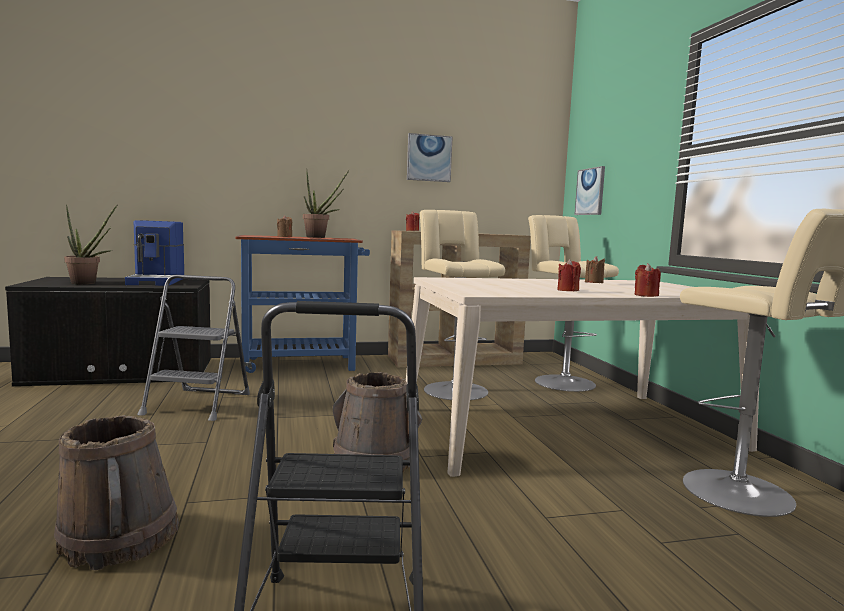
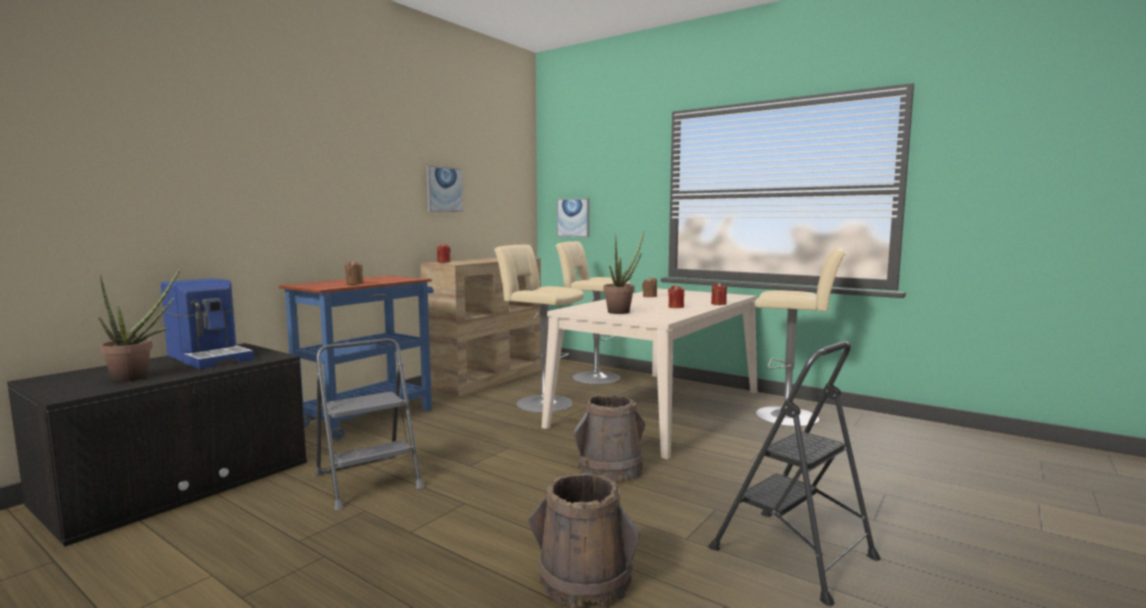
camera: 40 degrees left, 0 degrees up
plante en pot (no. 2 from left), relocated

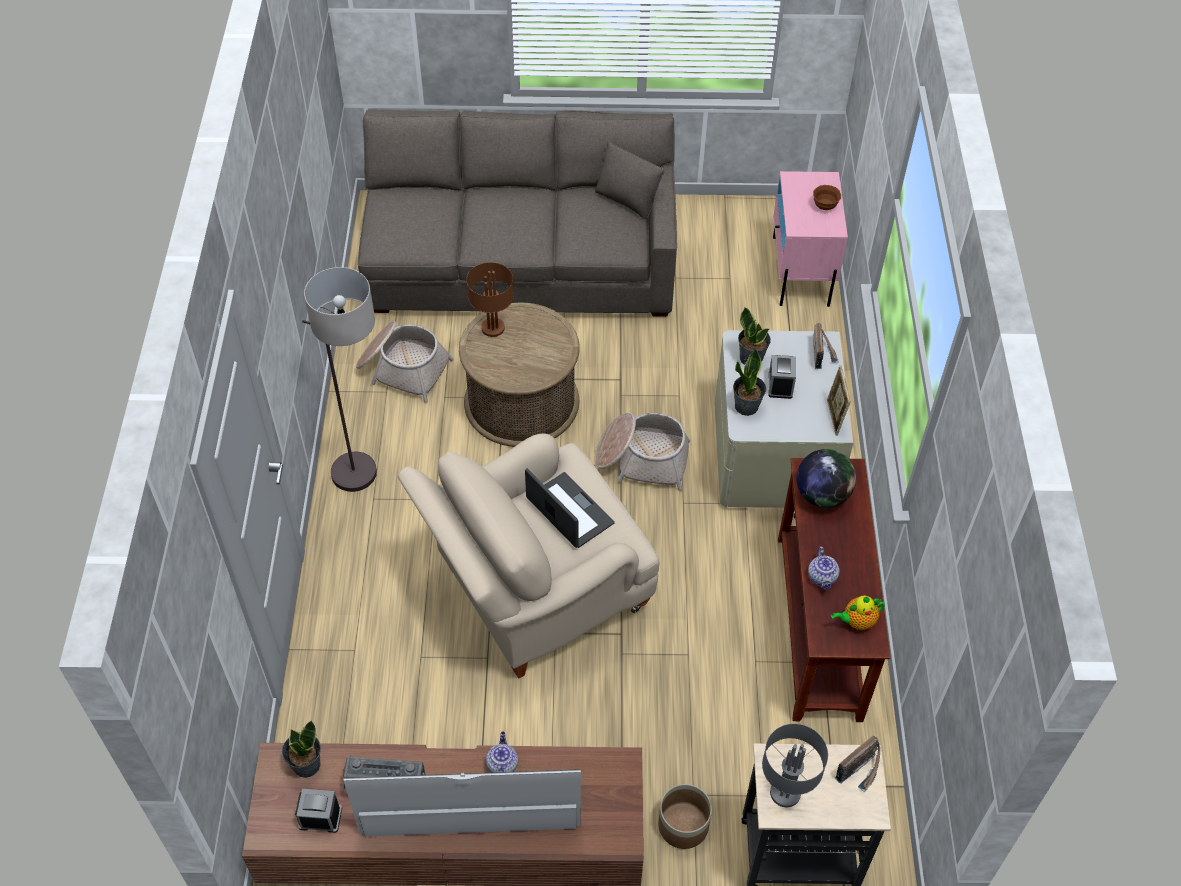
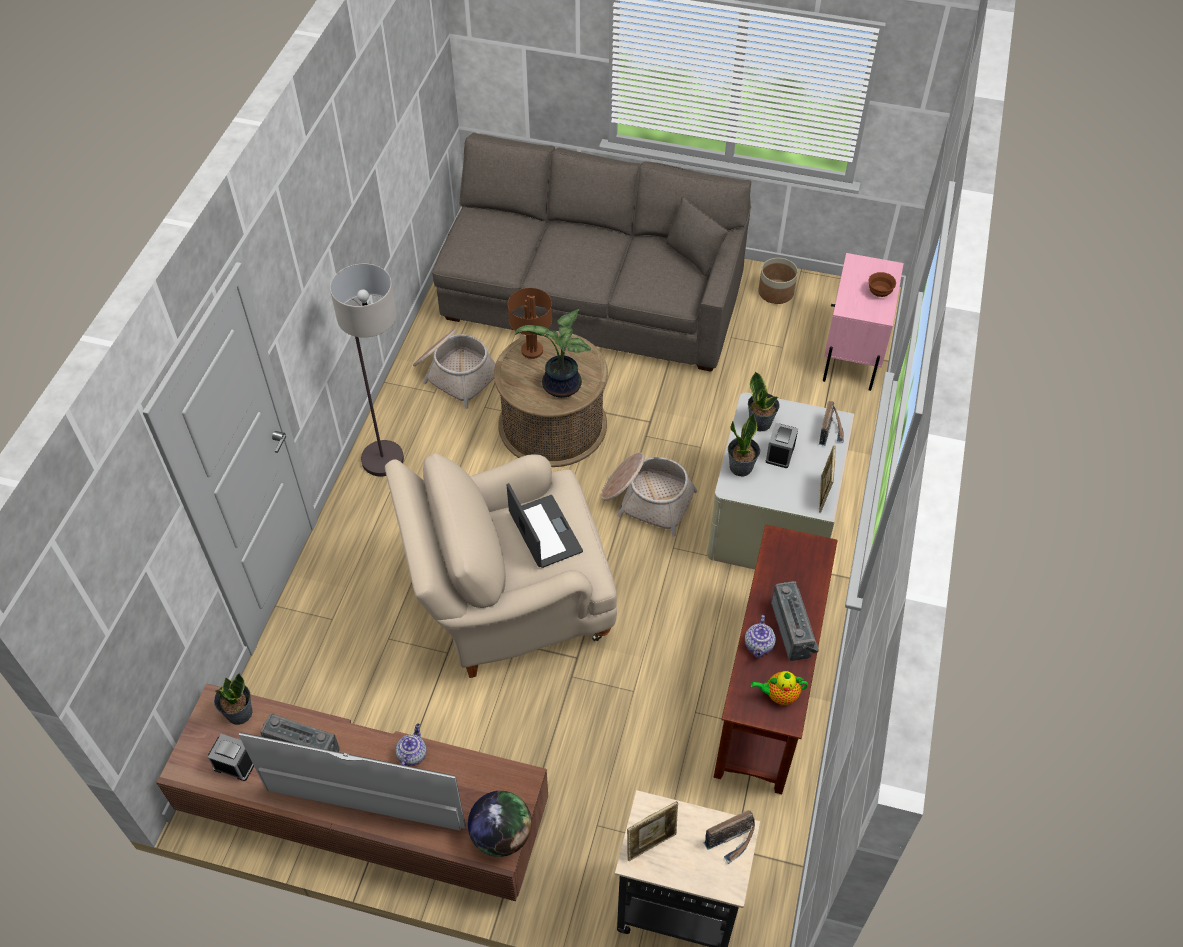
camera: 15 degrees right, 0 degrees up
globe, relocated
lampe de table/gris → cadre photo (no. 1 from left)
cache-pot, relocated
- → plante en pot (no. 2 from left)
- → radio (no. 3 from left)

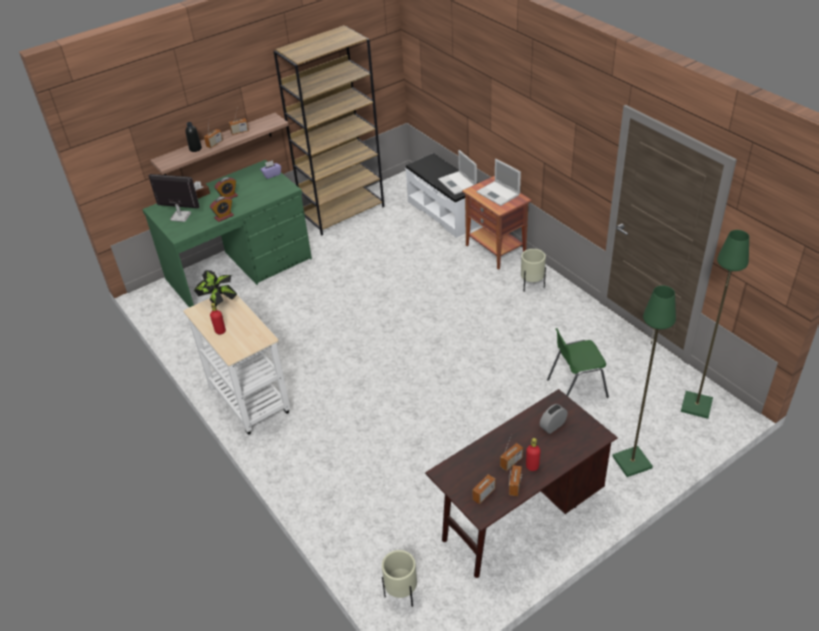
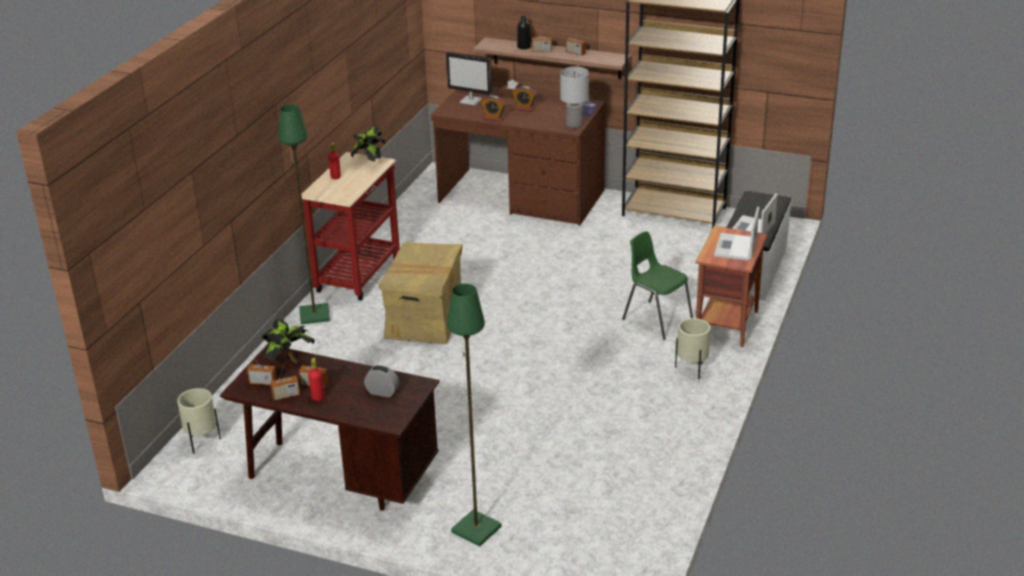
camera: 55 degrees right, 10 degrees down
bureau/vert → bureau/marron (no. 2 from left)
écran d'ordinateur, 135 degrees clockwise
lampadaire/vert (no. 2 from left in the first image) → lampadaire/vert (no. 1 from left), relocated
chariot/blanc → chariot/rouge
chaise/vert, relocated
- → lampe de table/gris
- → carton
- → plante en pot (no. 1 from left)

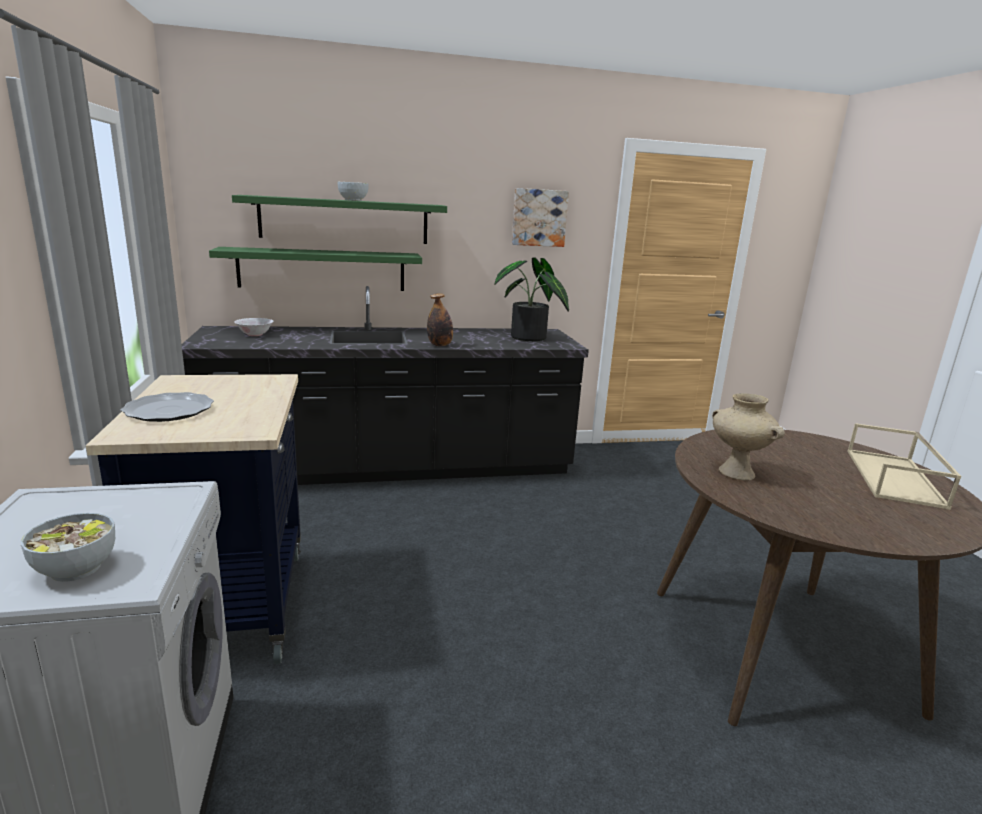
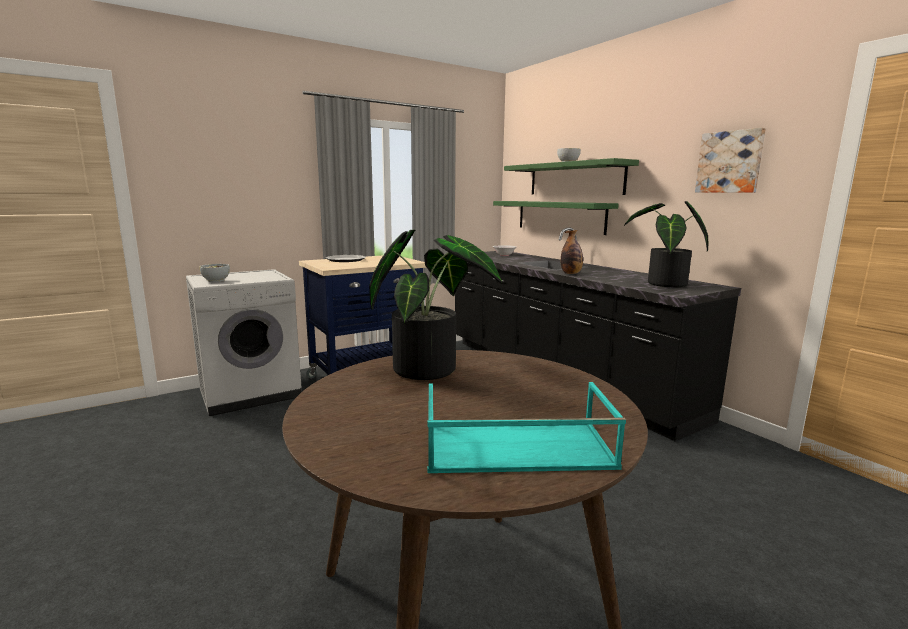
camera: 70 degrees right, 5 degrees down
vase/beige → plante en pot (no. 1 from left)
plateau/beige → plateau/turquoise

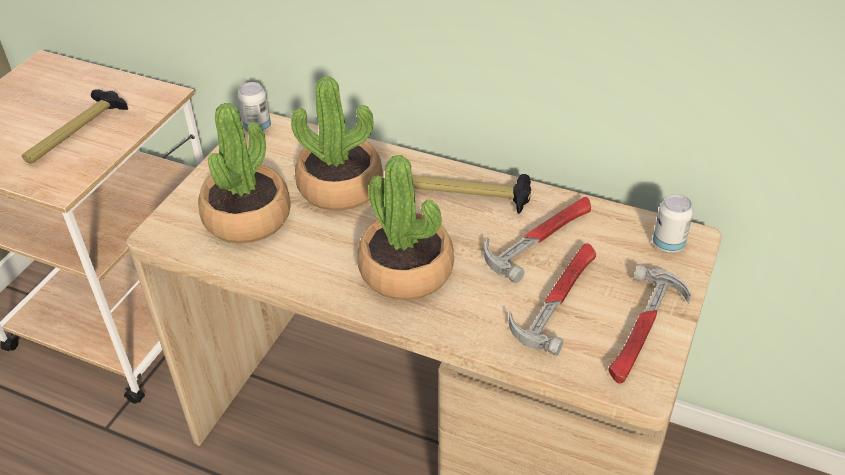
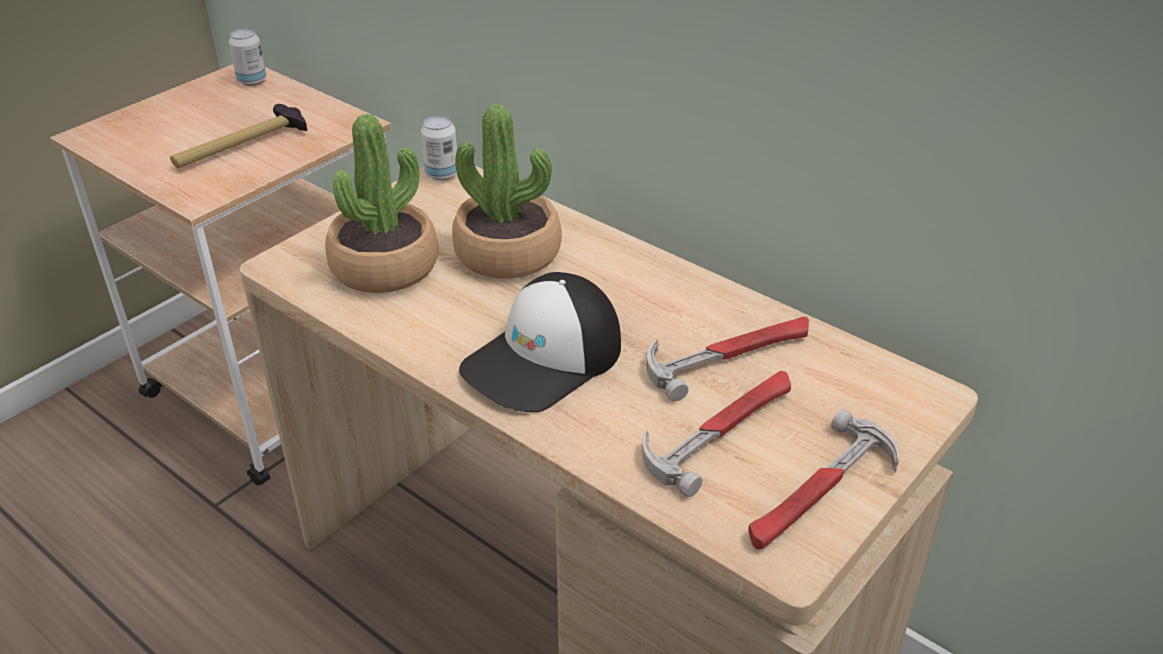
camera: 15 degrees right, 5 degrees down
plante en pot (no. 3 from left) → casquette
marteau (no. 2 from left) → -
boîte métallique (no. 2 from left in the first image) → boîte métallique (no. 1 from left), relocated

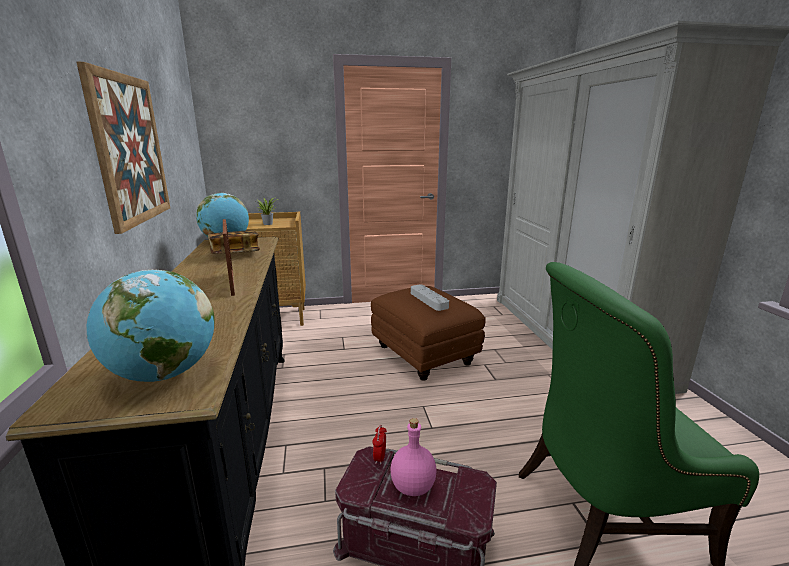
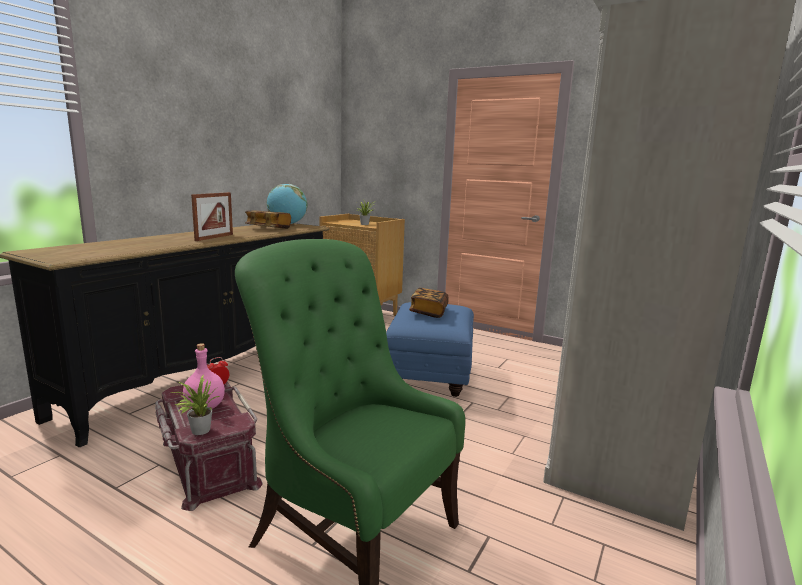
camera: 40 degrees right, 5 degrees down
tableau → -
globe (no. 1 from left) → -
plateau/gris → livre (no. 2 from left)
pouf/marron → pouf/bleu
- → plante en pot (no. 1 from left)

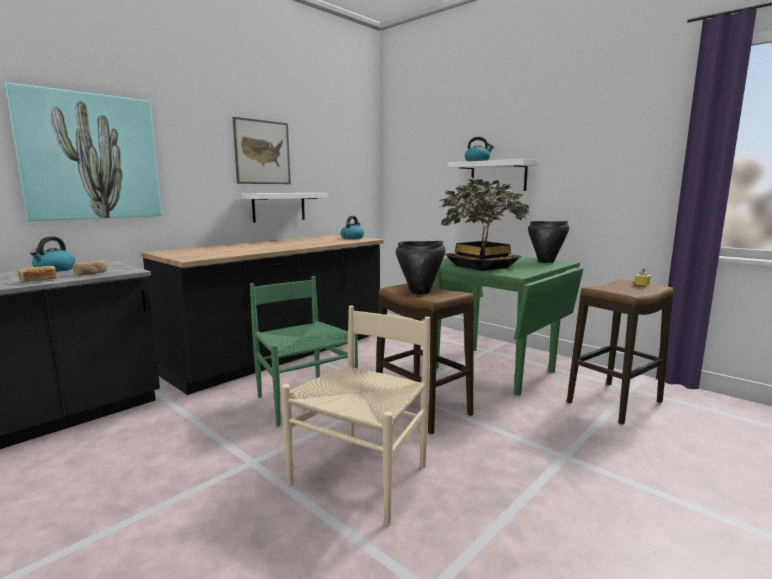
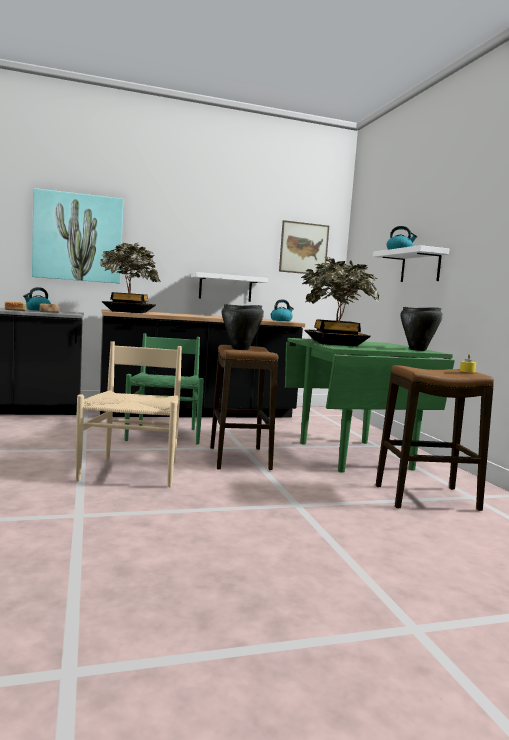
camera: 30 degrees right, 5 degrees down
tableau (no. 2 from left), relocated
chaise/beige, 60 degrees counterclockwise
- → plante en pot (no. 1 from left)

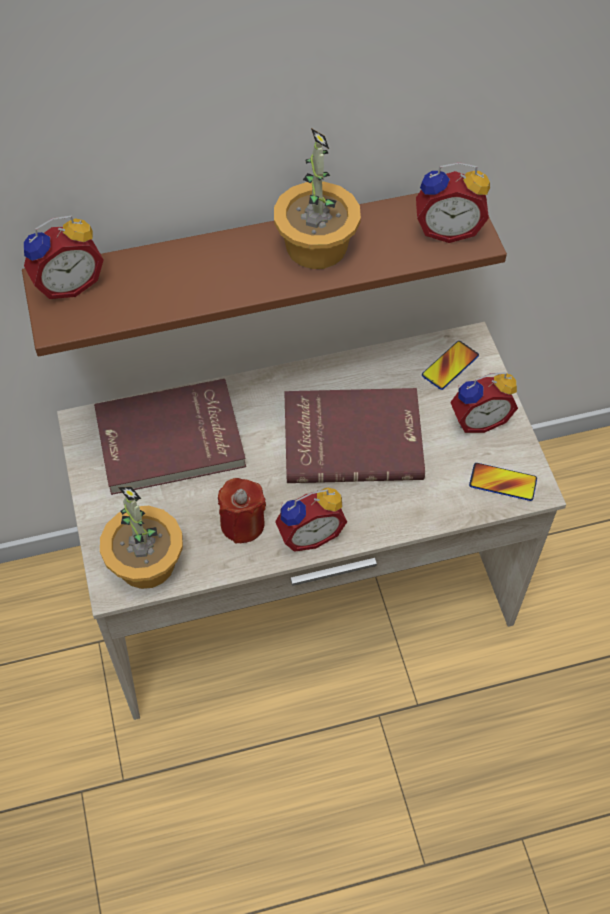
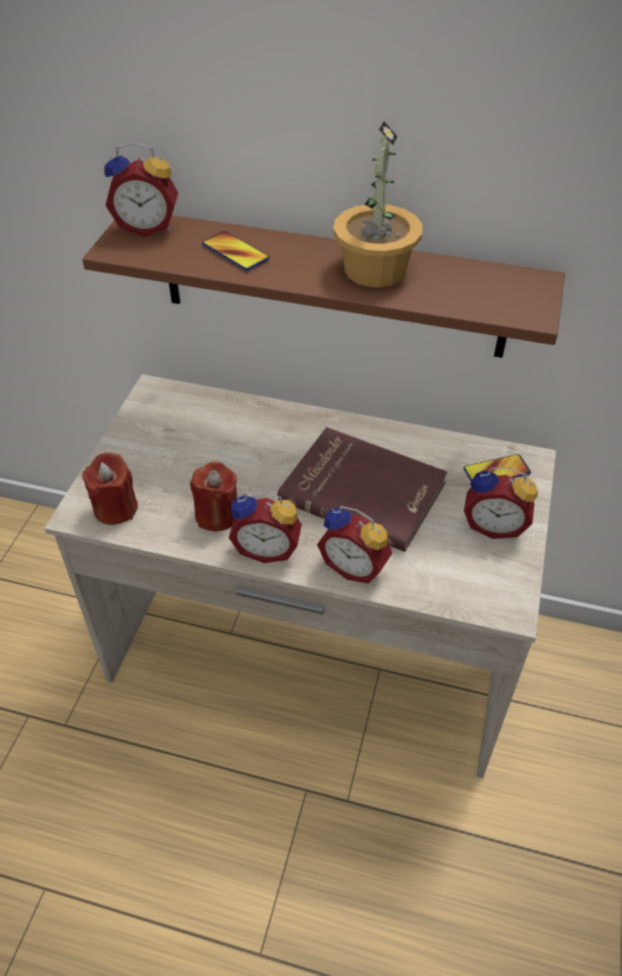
camera: 30 degrees right, 10 degrees down
réveil (no. 3 from left), relocated
livre/rouge (no. 1 from left) → -
téléphone (no. 2 from left in the first image) → téléphone (no. 1 from left), relocated
plante en pot (no. 1 from left) → bougie/rouge (no. 1 from left)

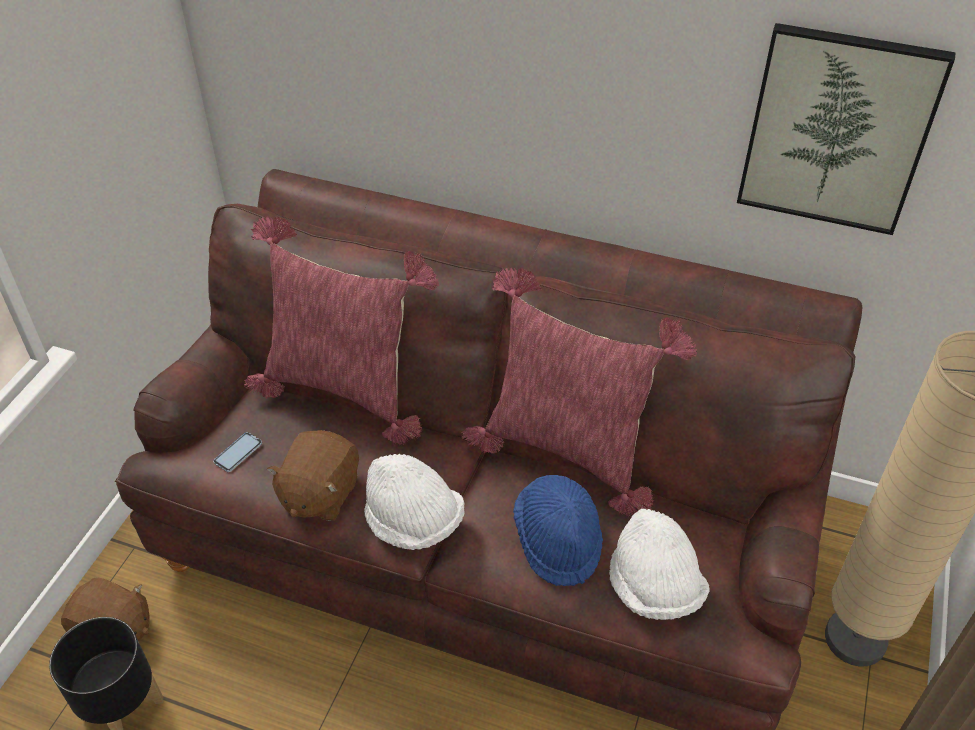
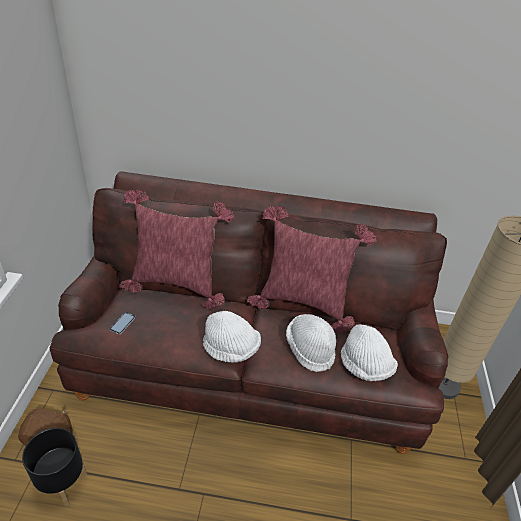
camera: 15 degrees left, 5 degrees down
tableau → -
peluche/marron (no. 2 from left) → -
chapeau/bleu → chapeau/blanc (no. 2 from left)

